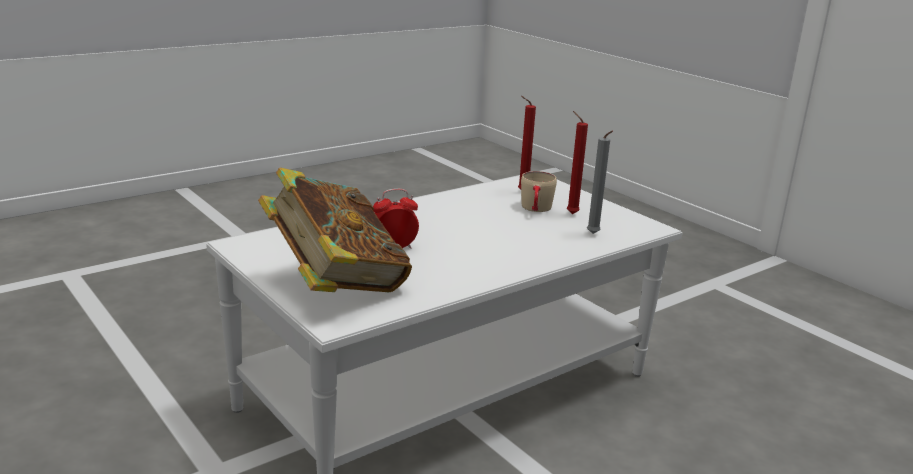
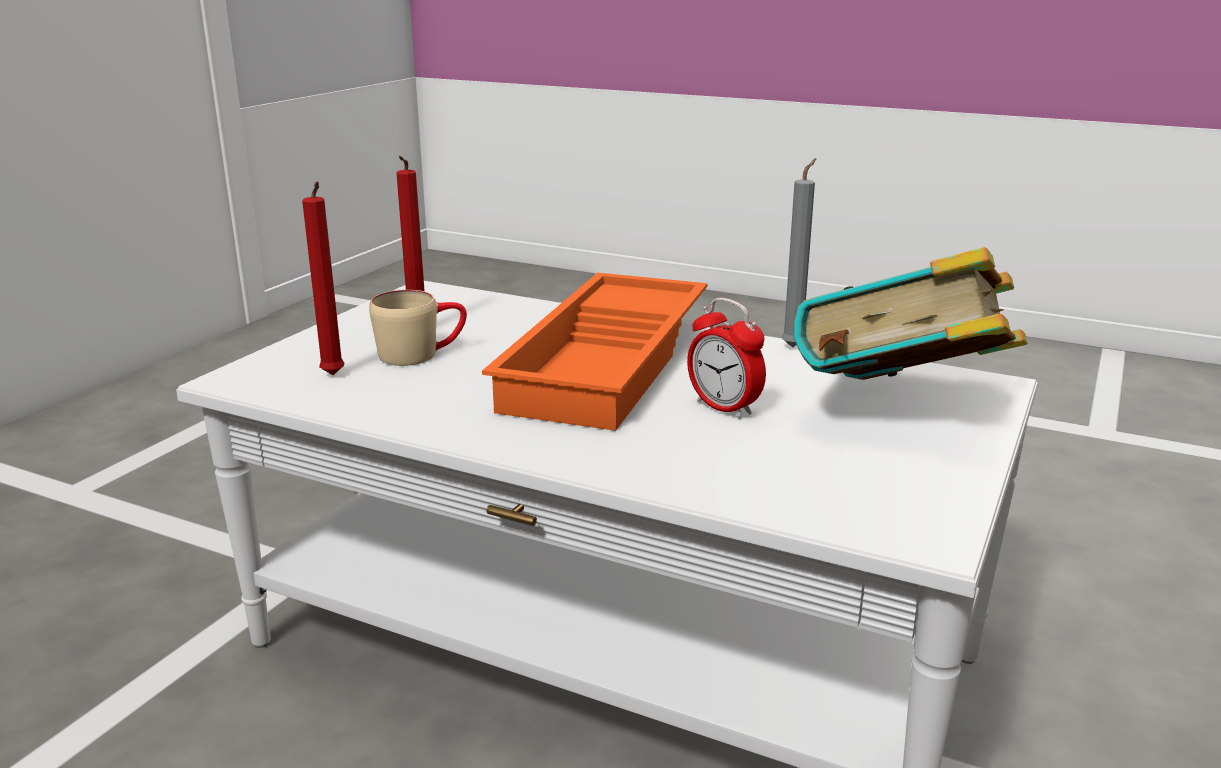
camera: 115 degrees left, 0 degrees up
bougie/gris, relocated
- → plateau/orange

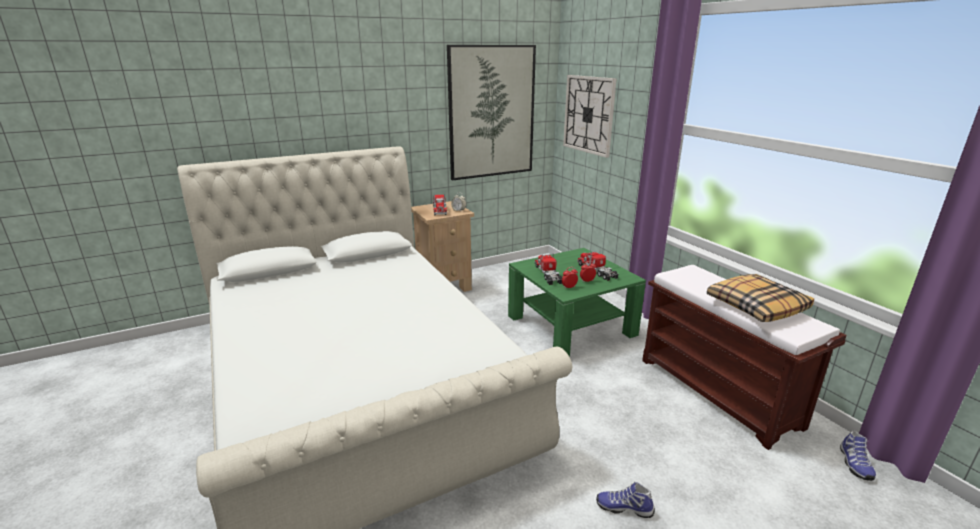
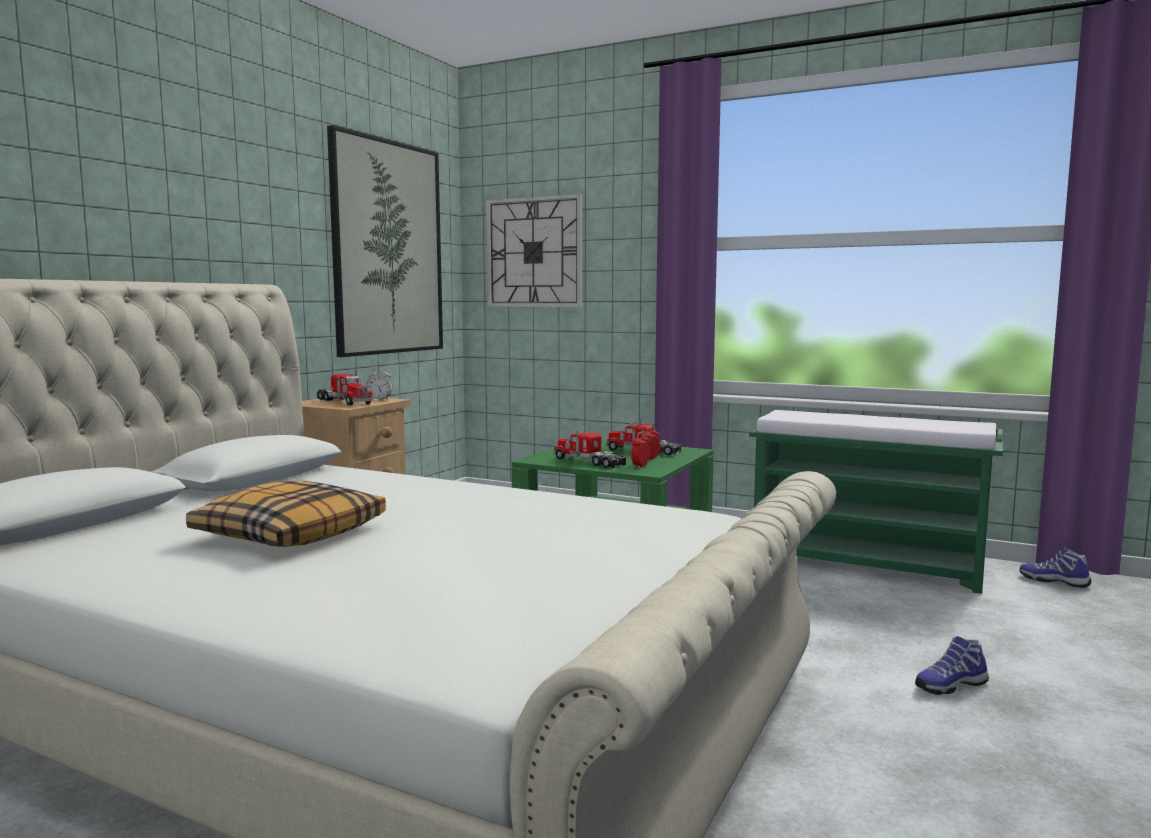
camera: 35 degrees left, 15 degrees down
banc/marron → banc/vert
coussin, relocated
chaussure (no. 2 from left), 150 degrees clockwise

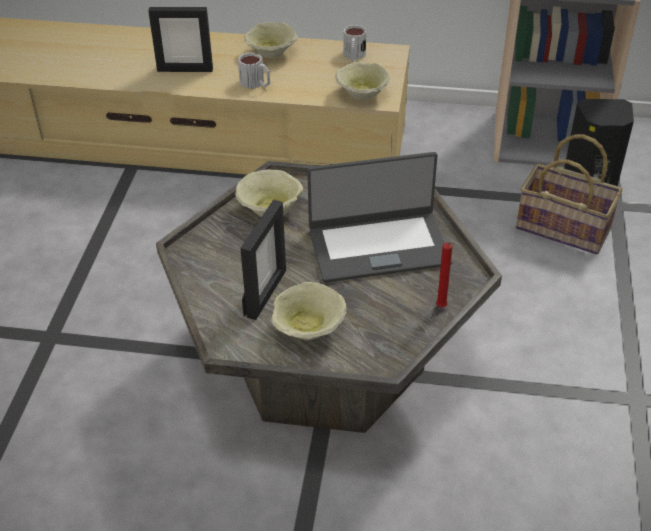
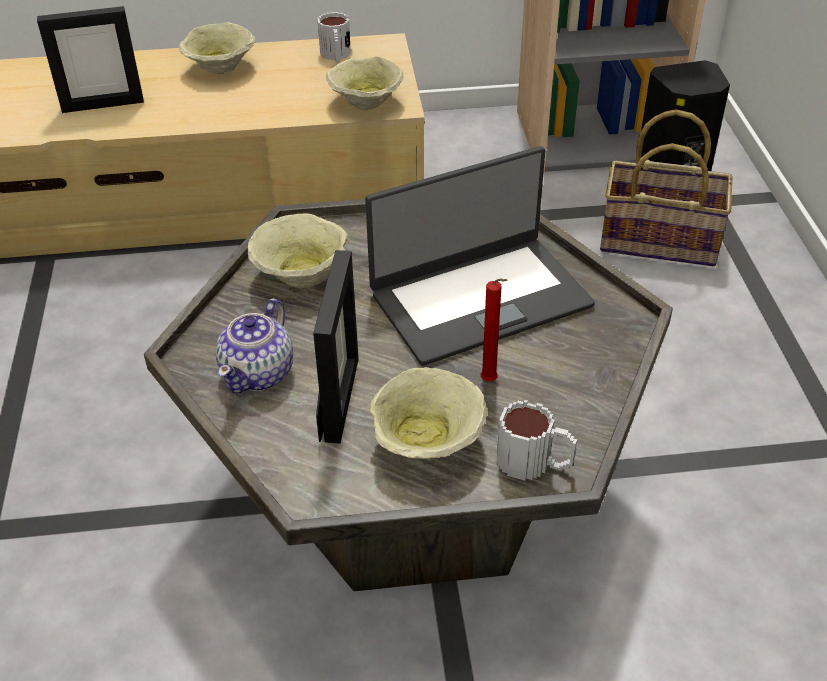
camera: 15 degrees left, 0 degrees up
mug (no. 1 from left in the first image) → mug (no. 2 from left), relocated
bougie/rouge, relocated
- → théière

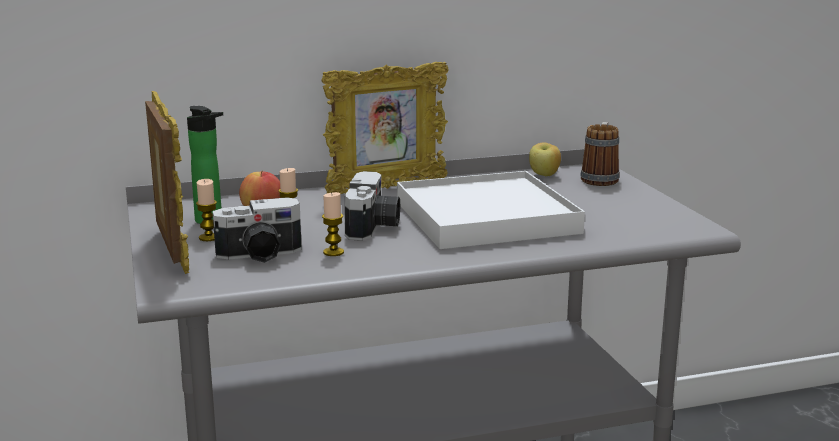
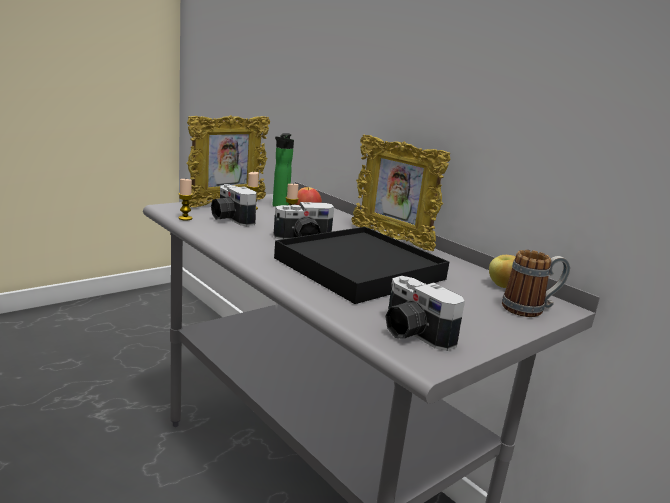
camera: 65 degrees right, 0 degrees up
plateau/blanc → plateau/noir
bougie (no. 3 from left in the first image) → bougie (no. 1 from left), relocated
- → appareil photo (no. 3 from left)

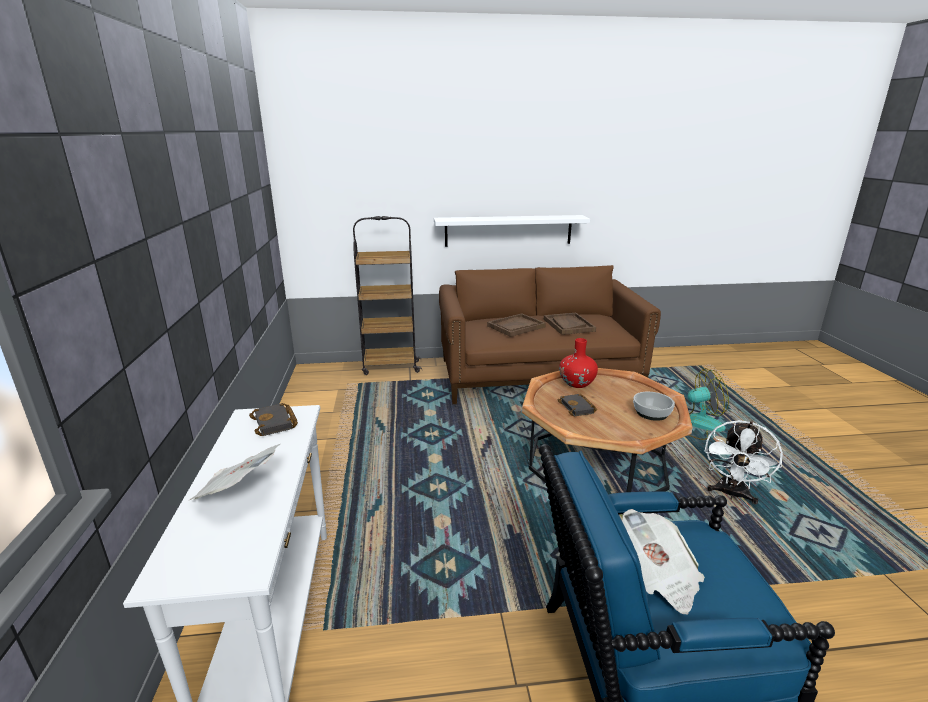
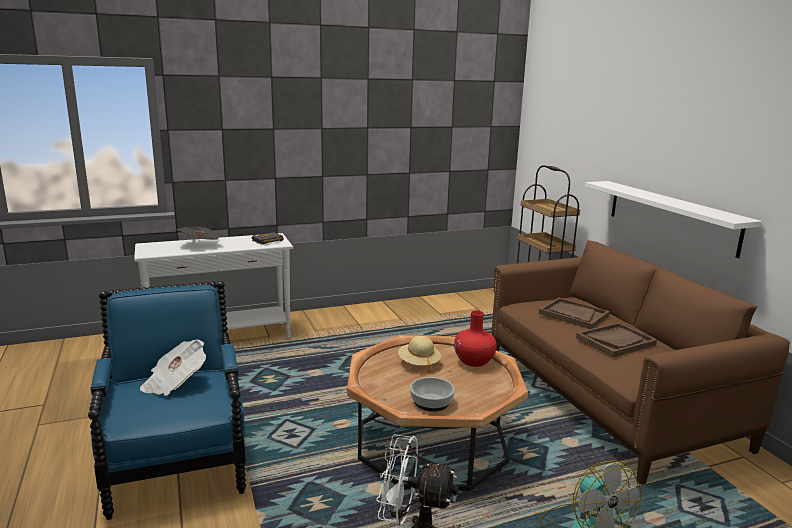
camera: 75 degrees right, 5 degrees down
livre/noir (no. 2 from left) → chapeau/beige

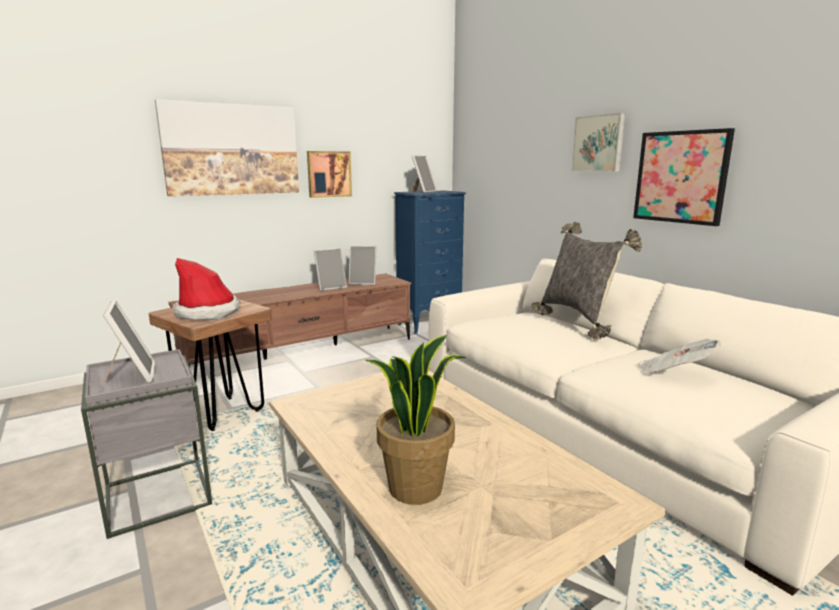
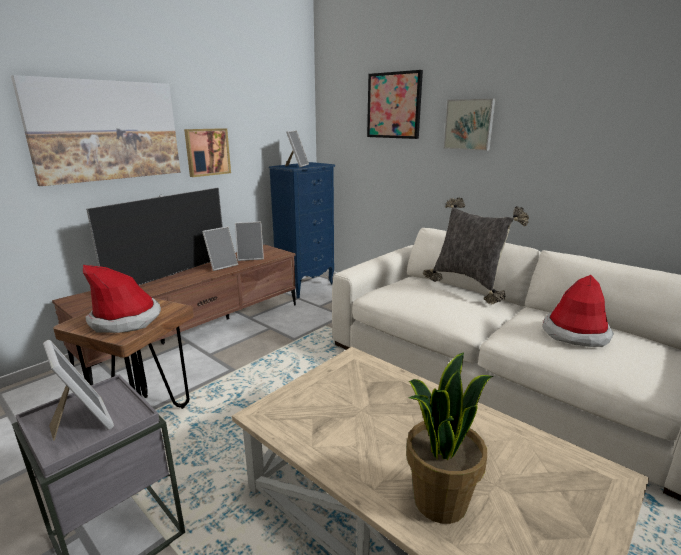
camera: 15 degrees left, 5 degrees up
tableau (no. 4 from left in the first image) → tableau (no. 3 from left), relocated
journal → chapeau (no. 2 from left)
- → téléviseur

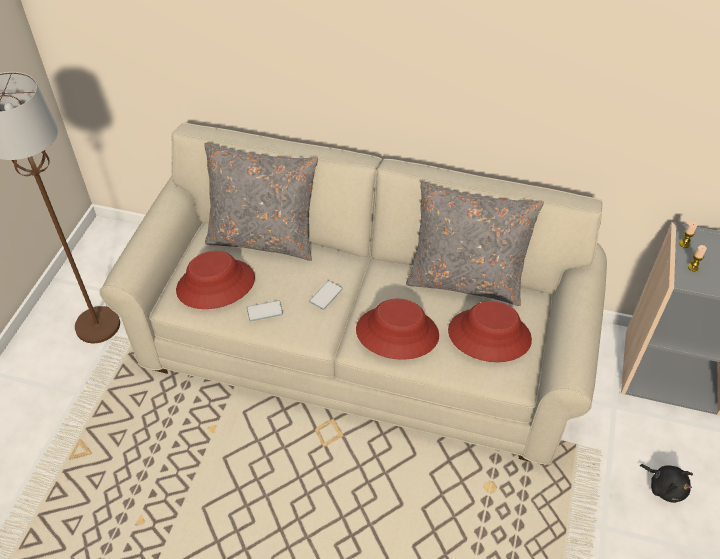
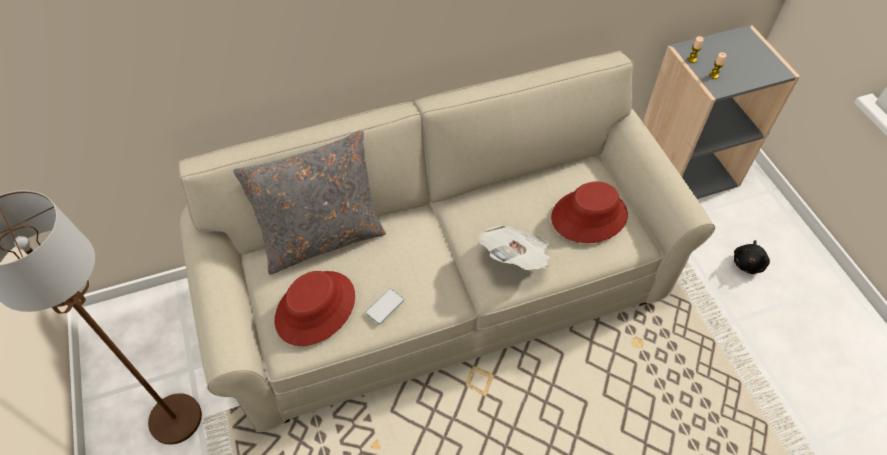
camera: 35 degrees left, 5 degrees up
coussin/gris (no. 2 from left) → -
téléphone (no. 2 from left) → -
chapeau/rouge (no. 2 from left) → journal
peluche/noir, 105 degrees clockwise

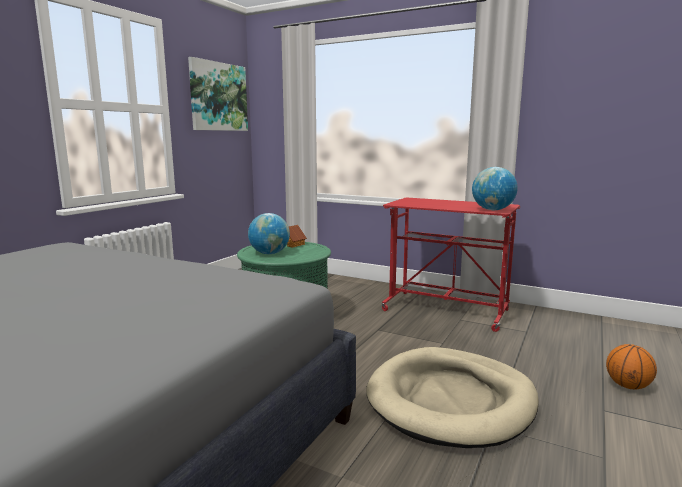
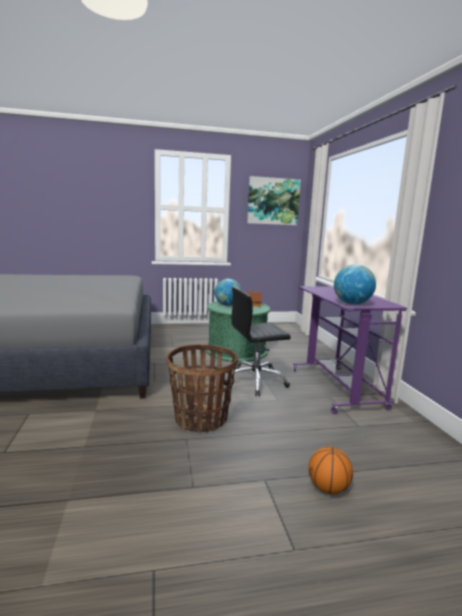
camera: 50 degrees right, 0 degrees up
bureau/rouge → bureau/violet
panier pour chien/beige → panier
- → chaise de bureau/noir

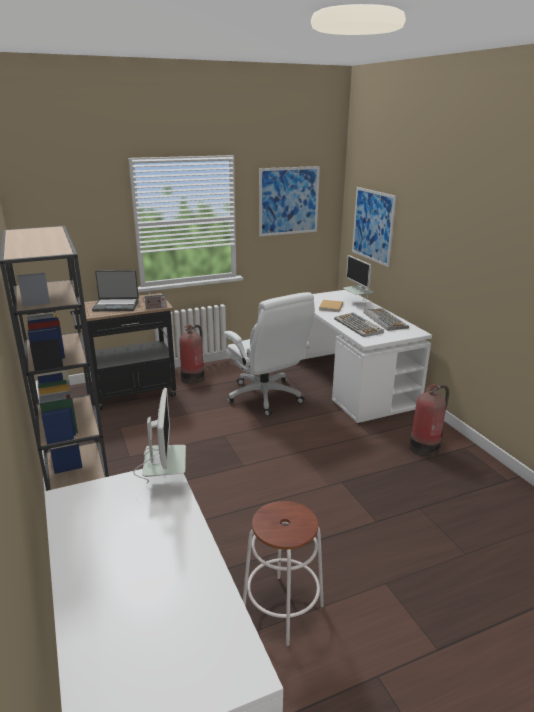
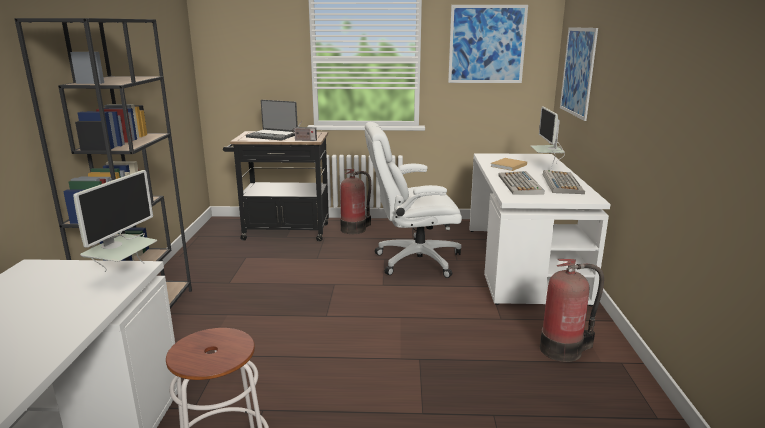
camera: 25 degrees right, 5 degrees down
chaise de bureau/blanc, 90 degrees clockwise

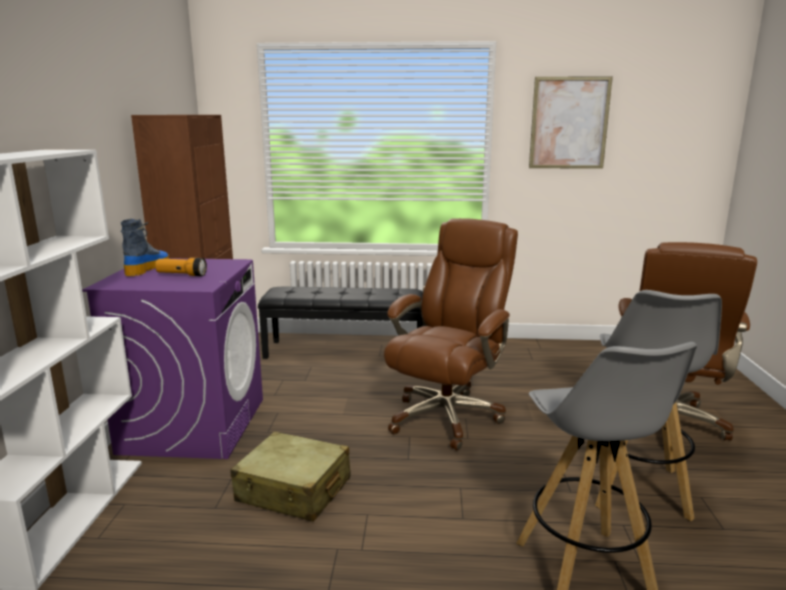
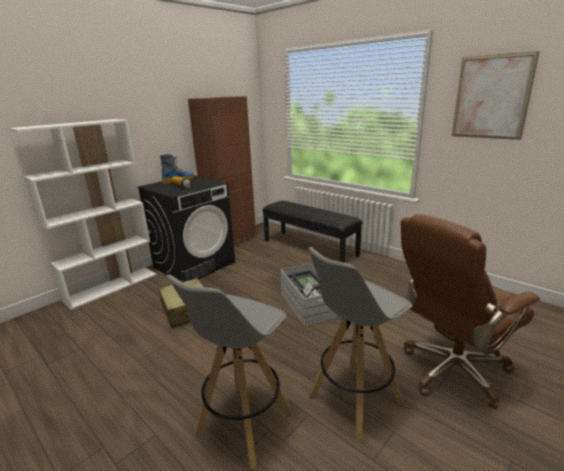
camera: 40 degrees right, 5 degrees up
chaise de bureau/marron (no. 1 from left) → boîte de rangement/gris
lave-linge/violet → lave-linge/noir

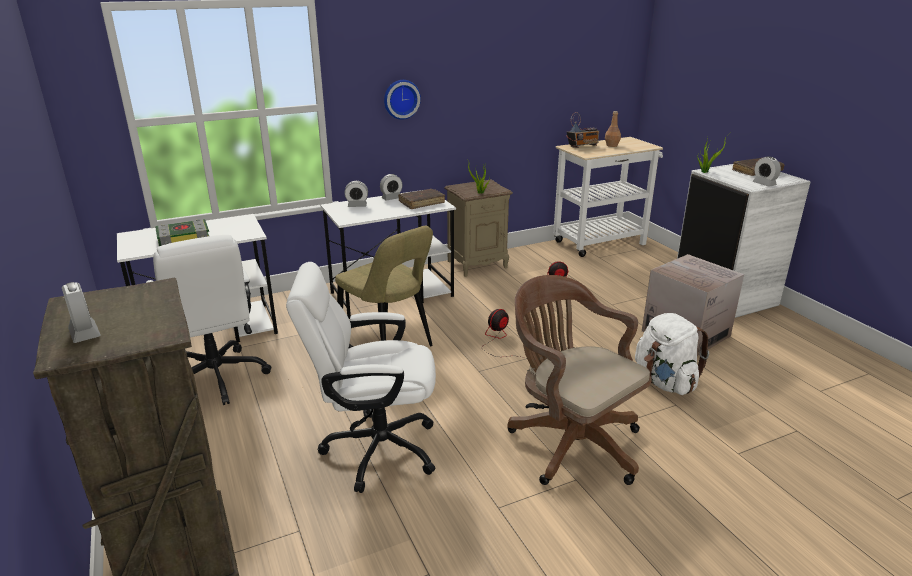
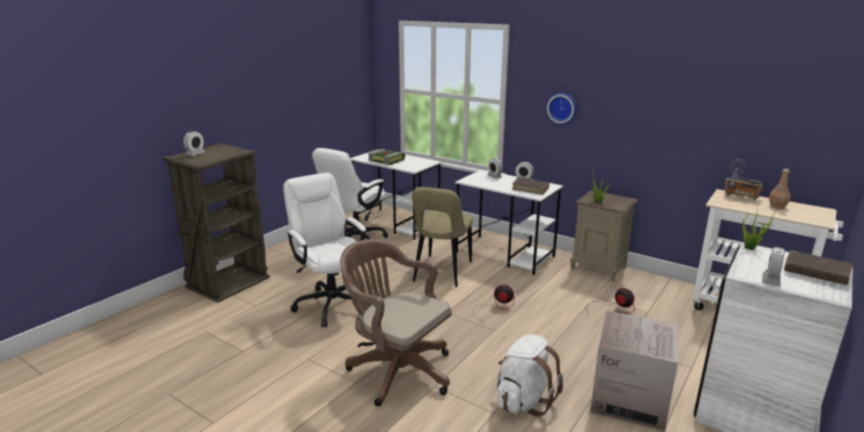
camera: 60 degrees right, 5 degrees down
chaise de bureau/marron, 75 degrees counterclockwise

